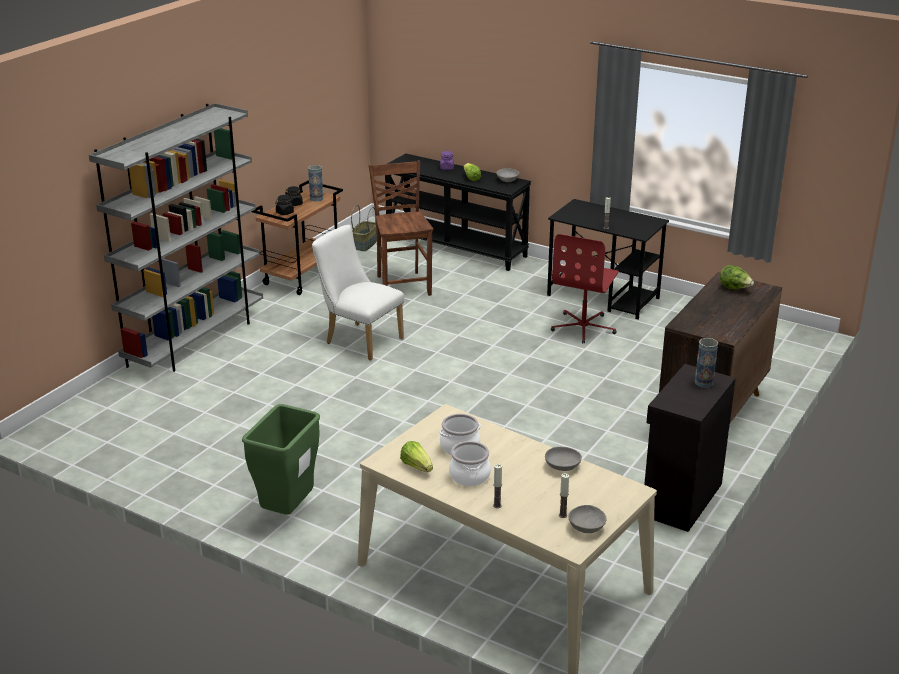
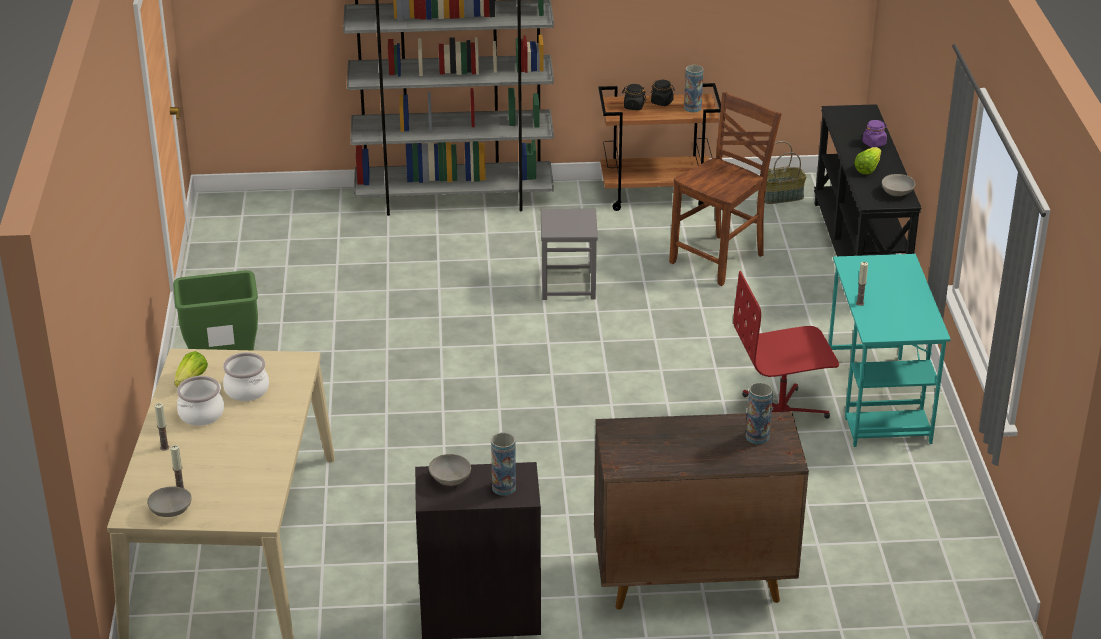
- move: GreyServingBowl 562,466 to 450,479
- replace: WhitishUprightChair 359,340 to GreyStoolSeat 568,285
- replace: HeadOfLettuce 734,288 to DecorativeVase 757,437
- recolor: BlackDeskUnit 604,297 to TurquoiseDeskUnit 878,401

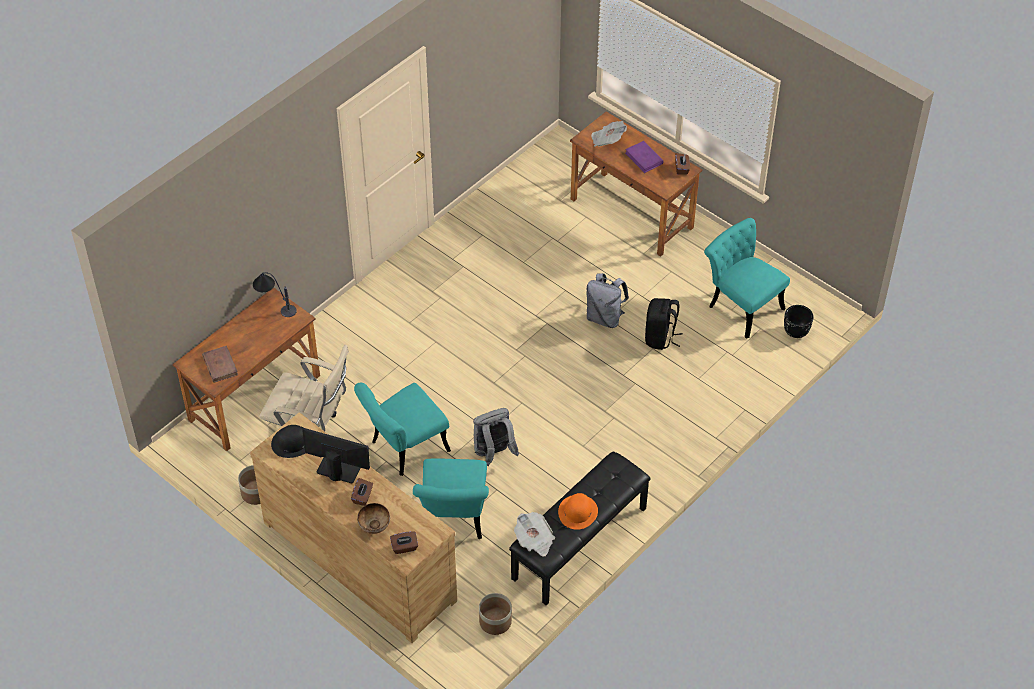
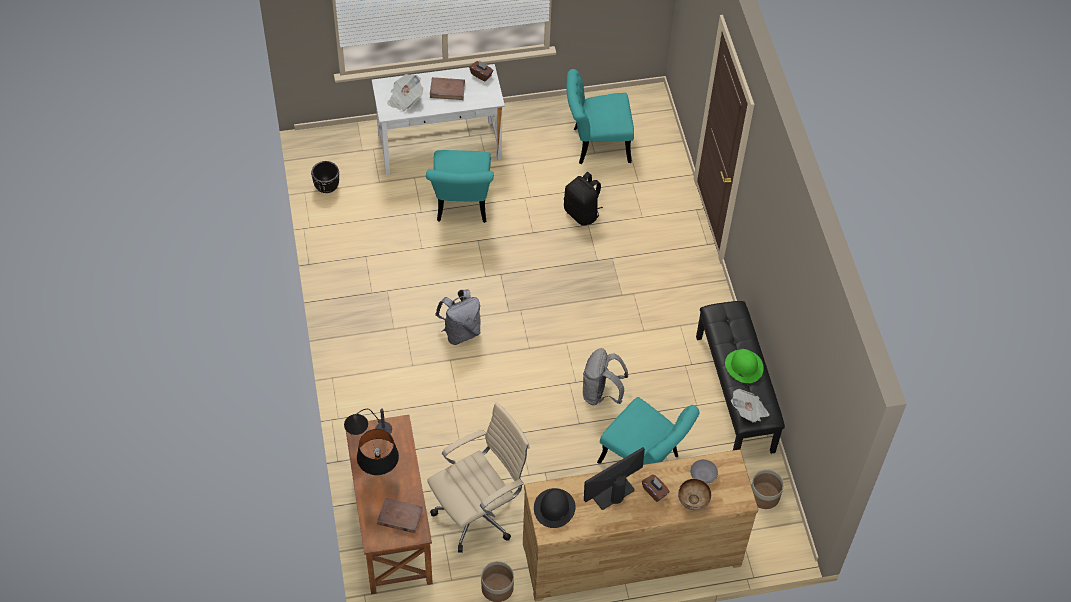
- move: BlackFlowerPot 795,332 to 326,187
- insert: BlackLampForATable 379,470
- recolor: BrownColouredDeskUnit 632,213 to WhitishDeskUnit 439,147
- move: TurquoiseUprightChair 403,448 to 461,206
- recolor: PurpleVolume 644,158 to BrownColouredVolume 447,90
- move: GreyRucksack 605,317 to 460,332
- insert: GreyServingBowl 702,474
- recolor: OrangeyHat 578,511 to GreenHat 743,366
- delete: BrownColouredTissueBox 404,547

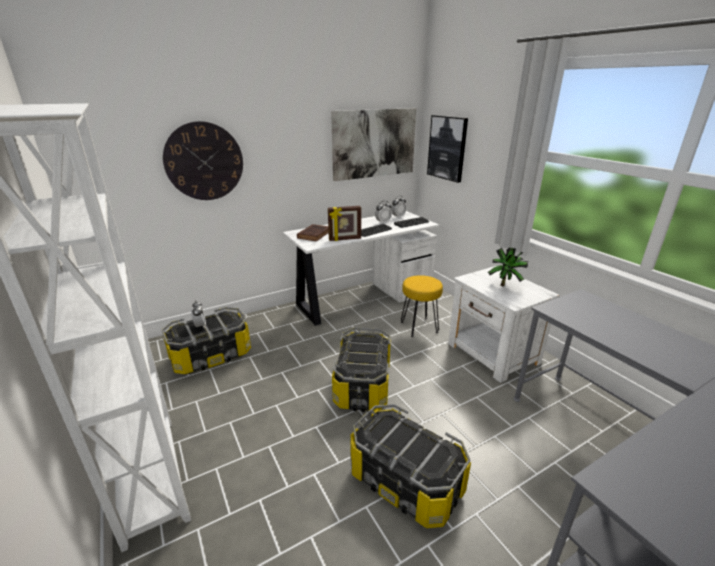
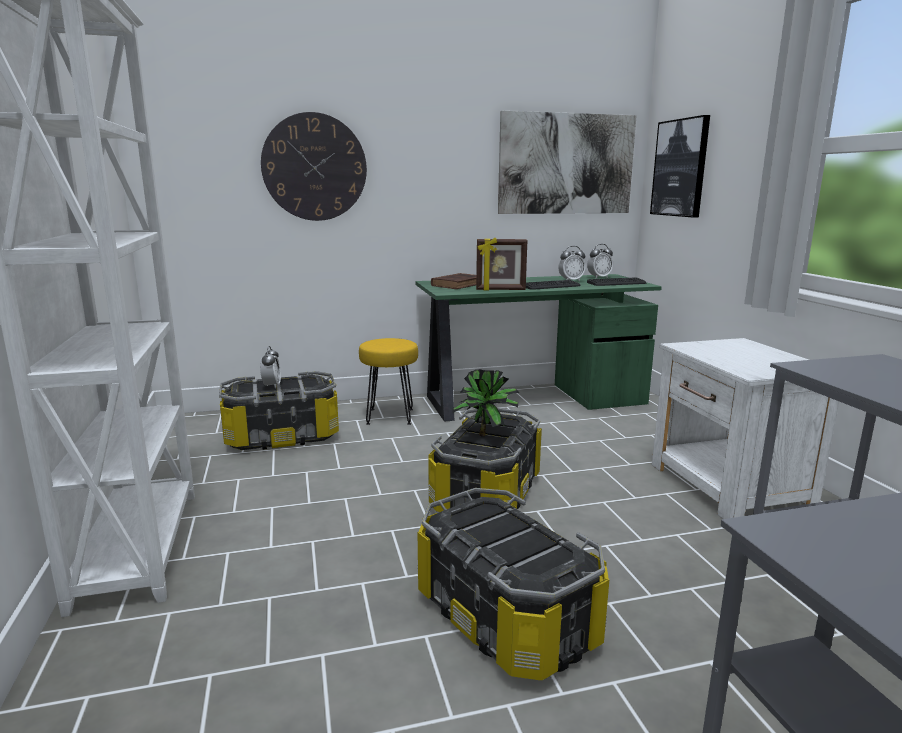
- move: YellowStoolSeat 419,327 to 389,416
- recolor: WhitishDeskUnit 362,298 to GreenDeskUnit 530,399
- move: PlantInAPot 505,285 to 487,435

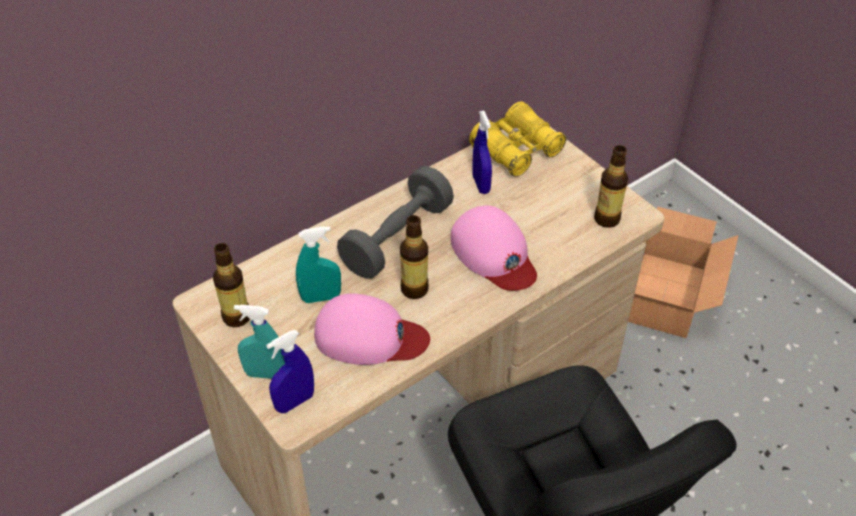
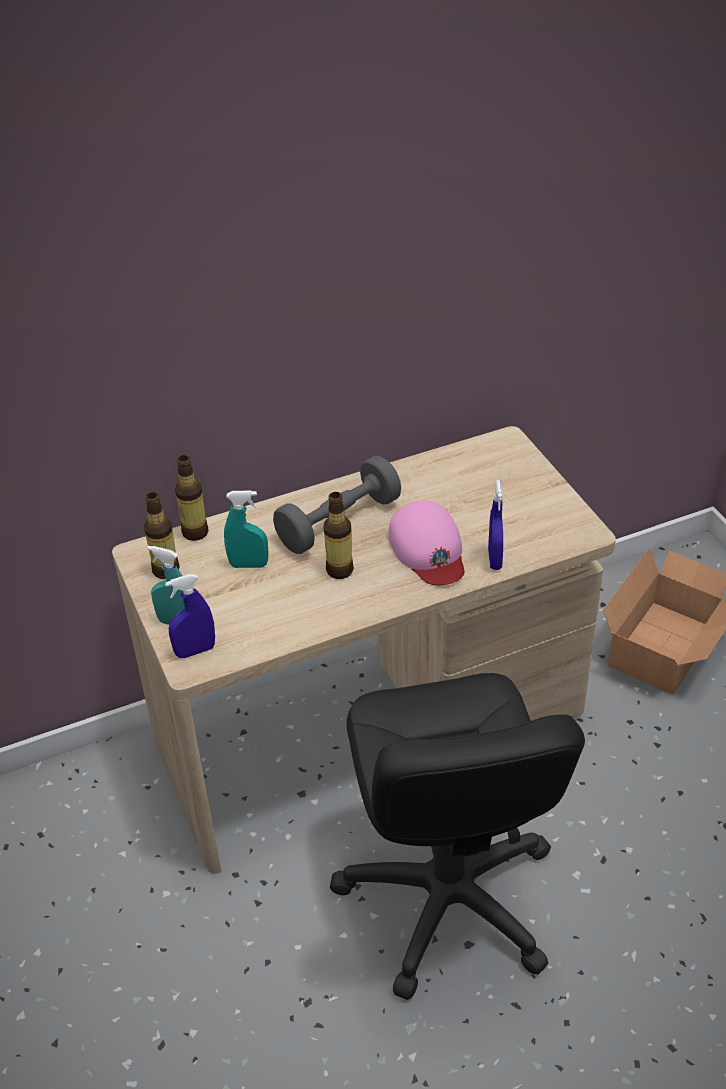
- move: Bottle 607,219 to 195,532
- move: BluishHandSprayer 481,184 to 494,559
- delete: PinkColouredPeakedCap 369,336
- delete: YellowPairOfBinoculars 516,150

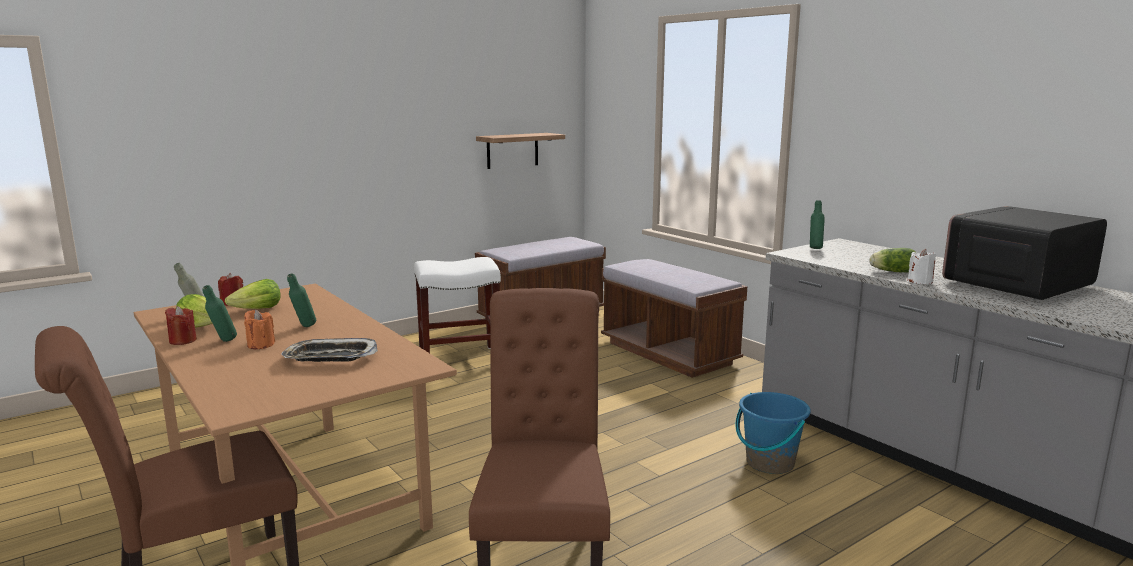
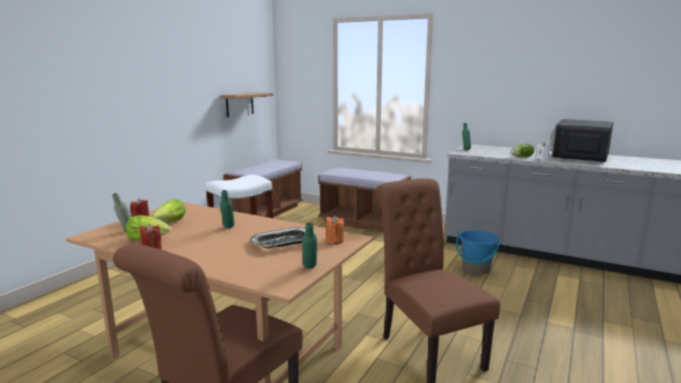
- move: GreenBottle 223,342 to 310,269
- move: OrangeyCandle 260,345 to 334,241

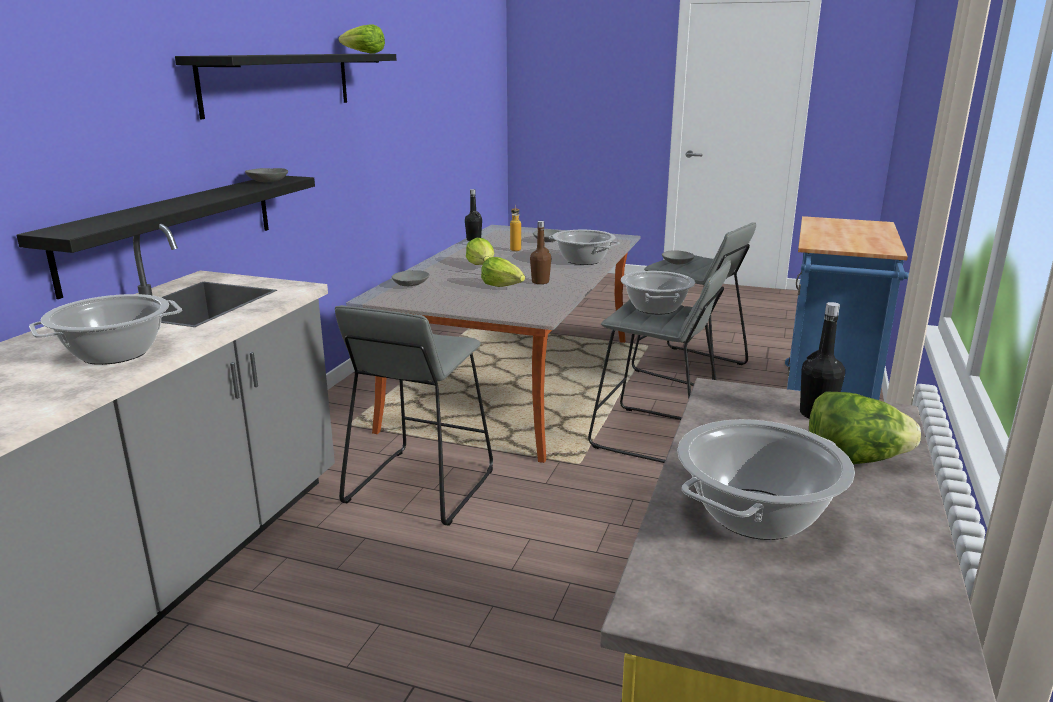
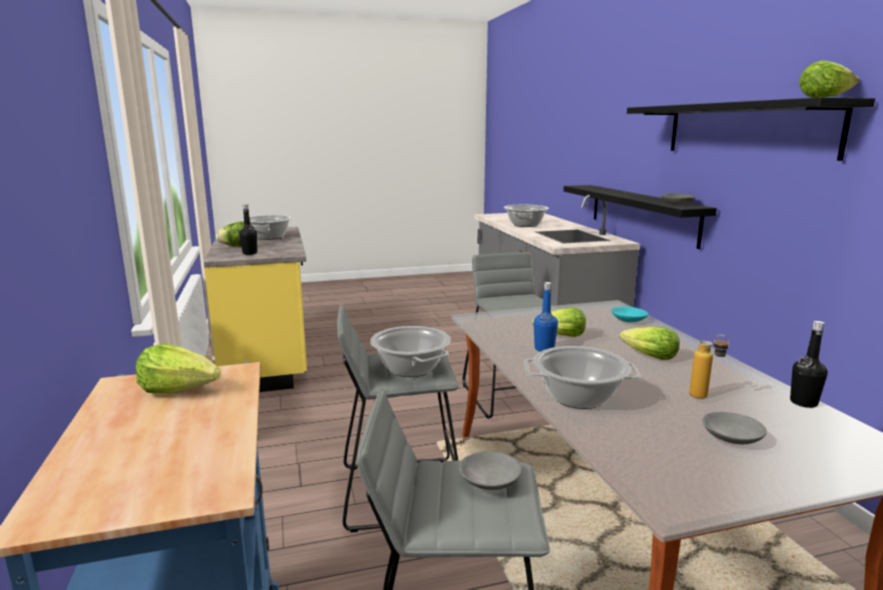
- insert: HeadOfLettuce 180,390
- recolor: BrownColouredBottle 540,282 to BluishBottle 544,349
- recolor: GreyServingBowl 410,284 to TurquoiseServingBowl 628,320

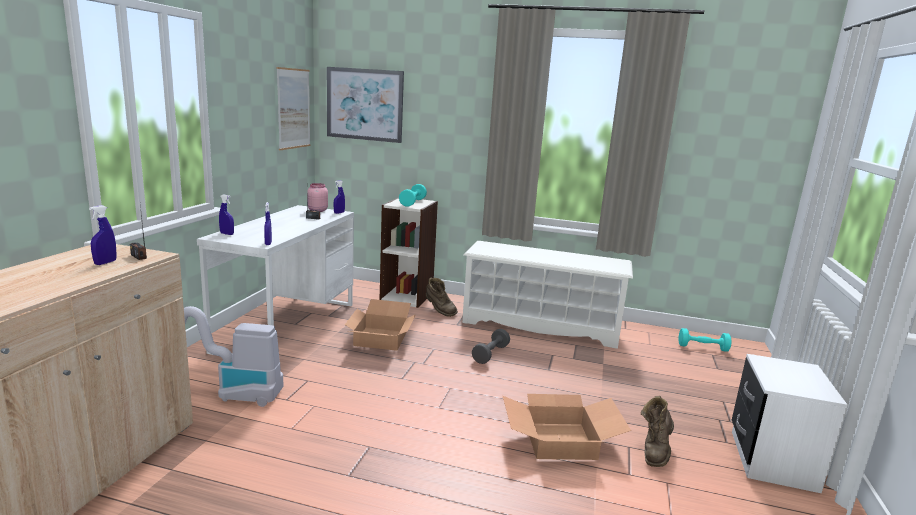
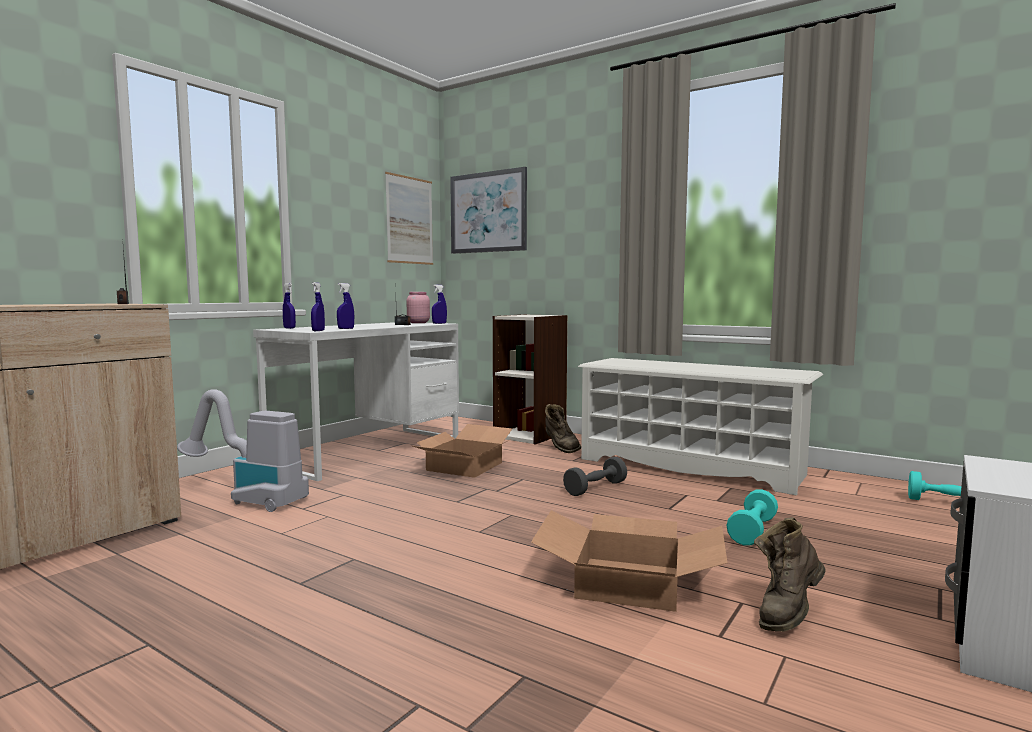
- move: BluishHandSprayer 105,263 to 346,328
- move: TurquoiseFreeWeight 412,202 to 752,531

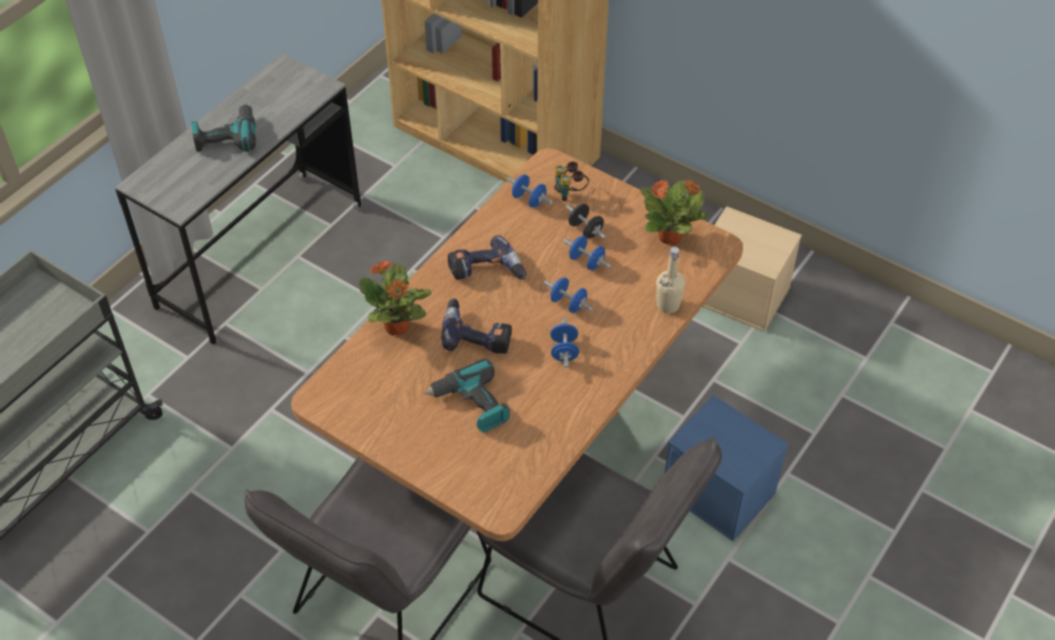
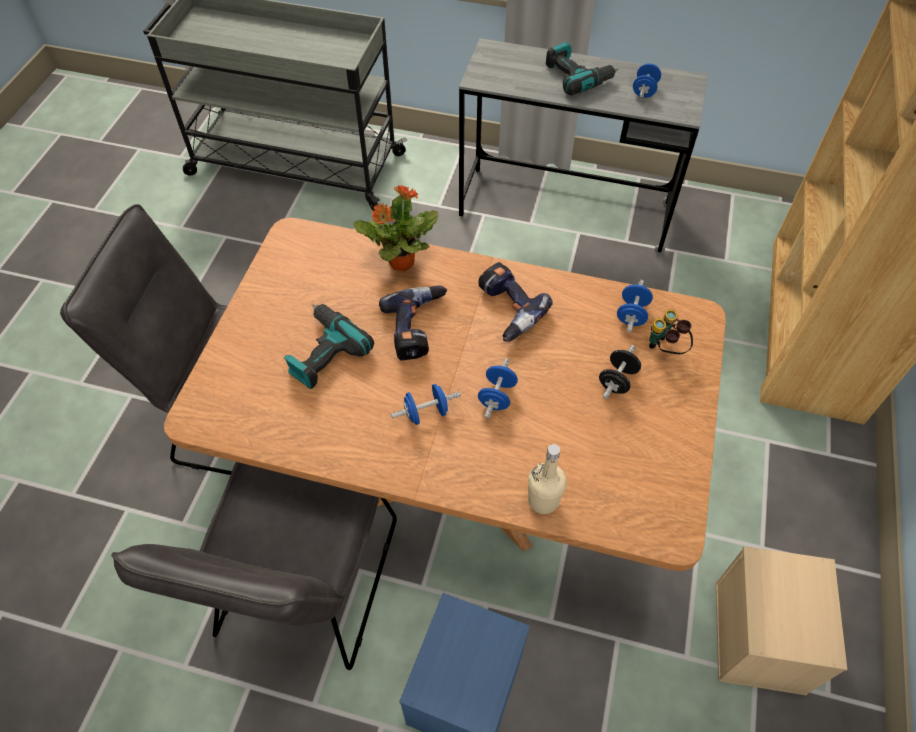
- move: BluishFreeWeight 586,261 to 644,91
- delete: PlantInAPot 671,237

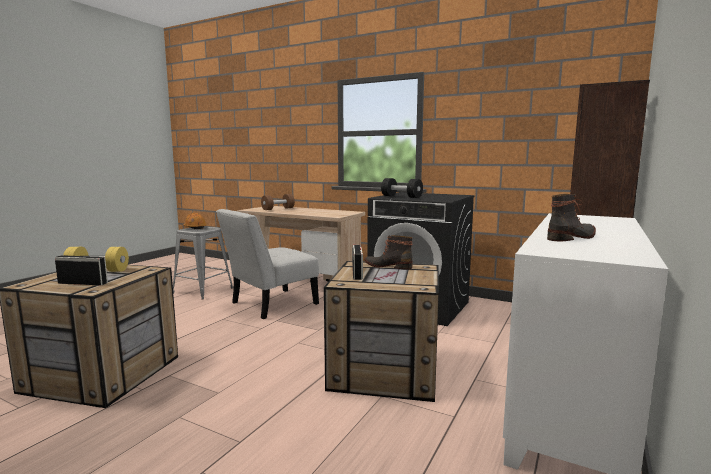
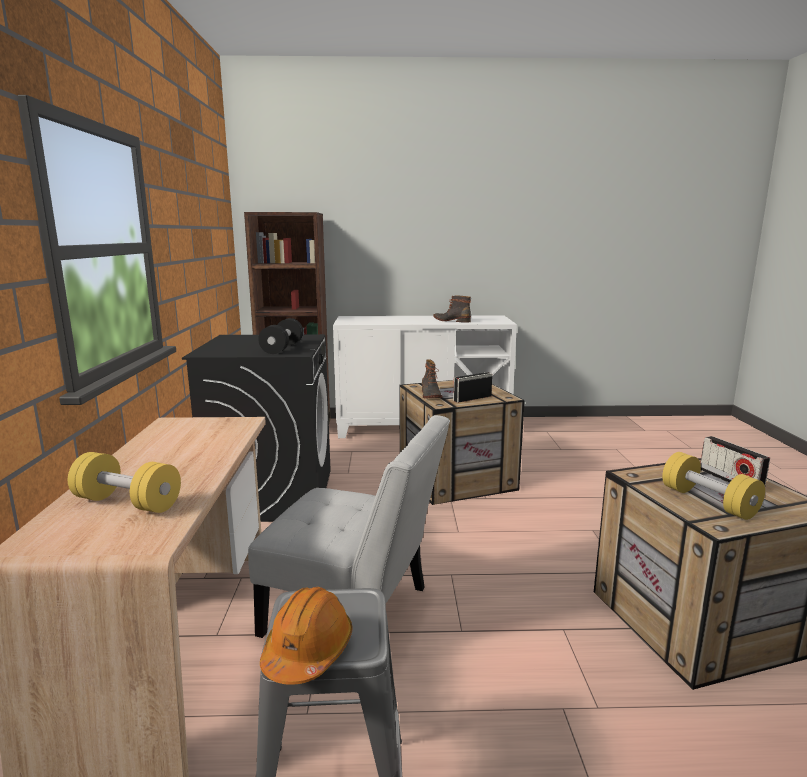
- recolor: BrownColouredFreeWeight 278,209 to YellowFreeWeight 127,503

